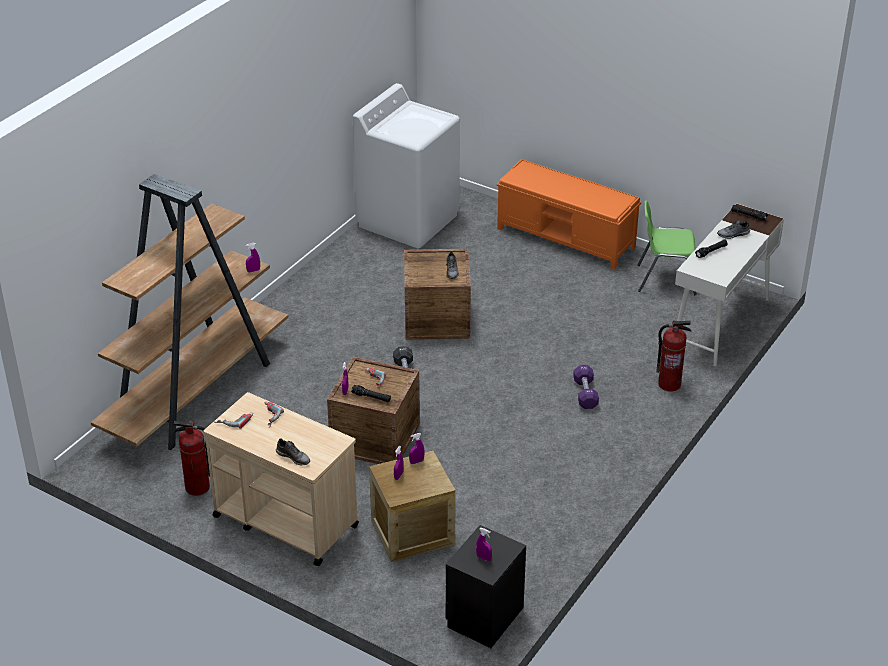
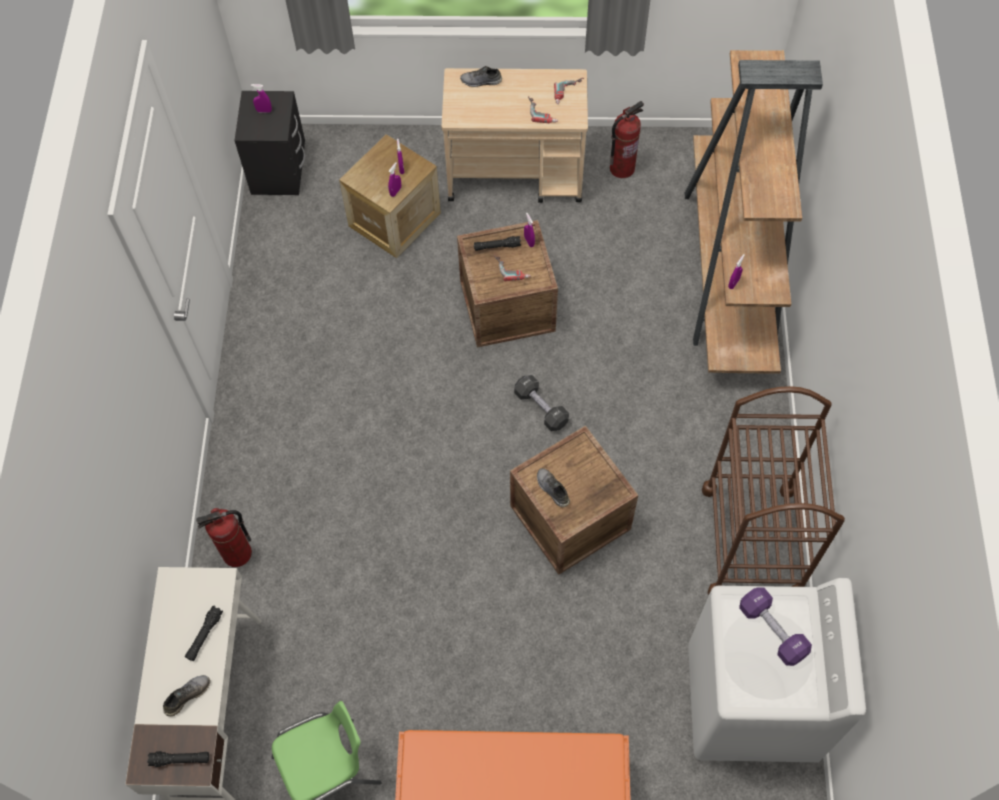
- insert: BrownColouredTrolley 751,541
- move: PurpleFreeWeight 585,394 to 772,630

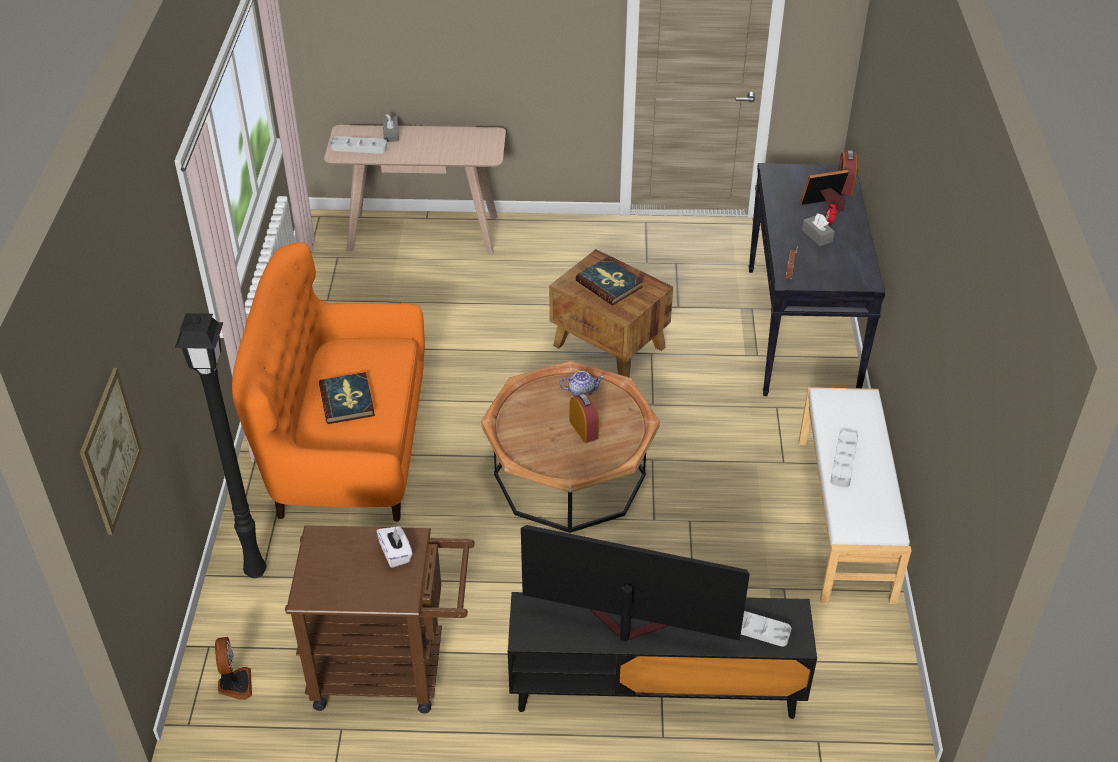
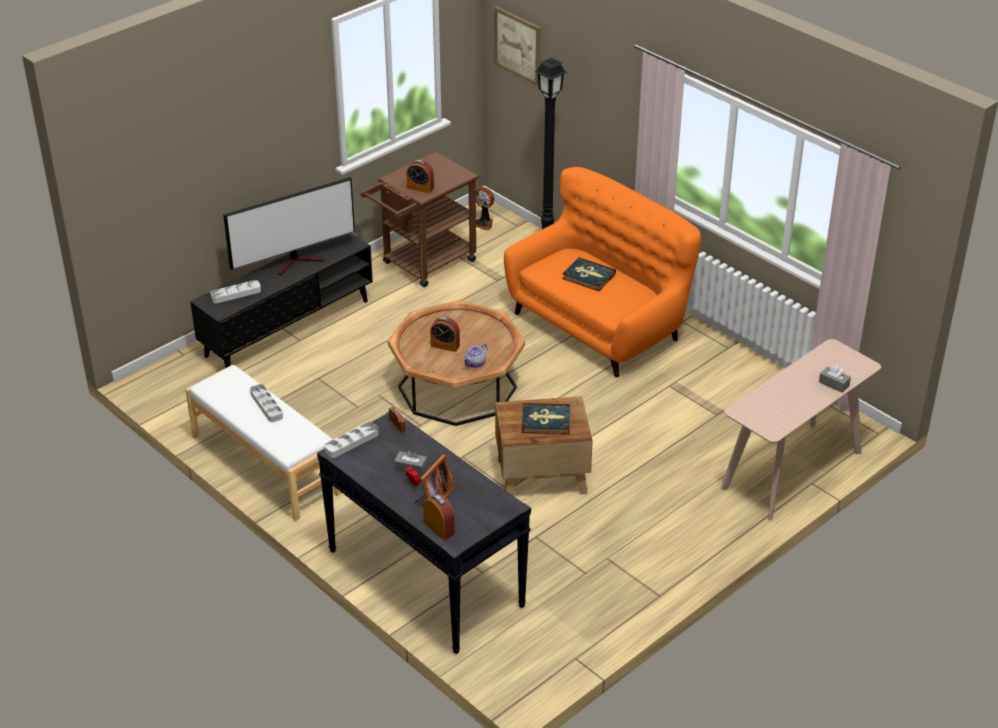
- move: GreyTray 359,148 to 351,442
- replace: WhitishTissueBox 396,554 to TableClock 420,188

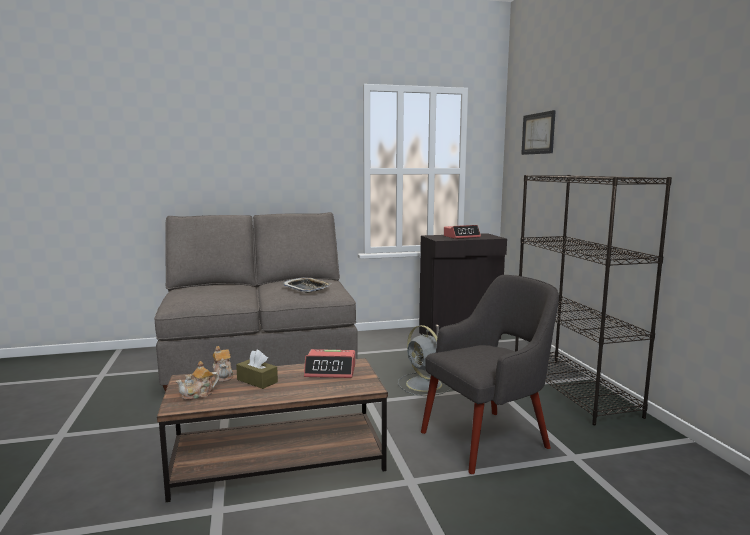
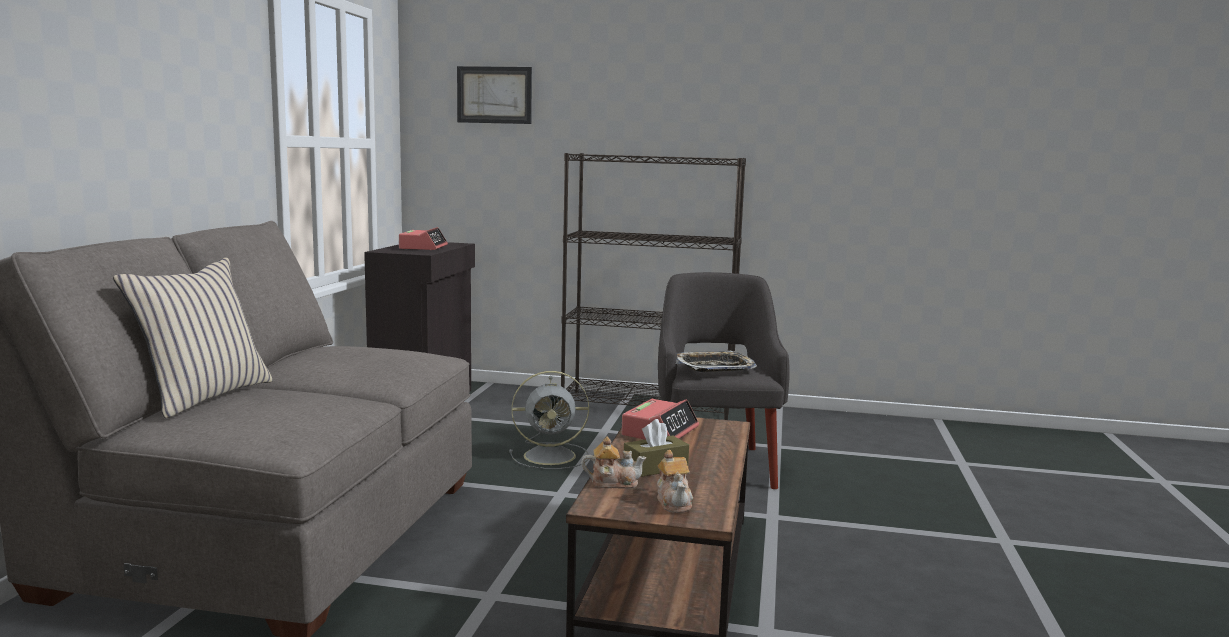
- insert: SandColouredPillow 203,396
- move: Tray 307,288 to 713,367

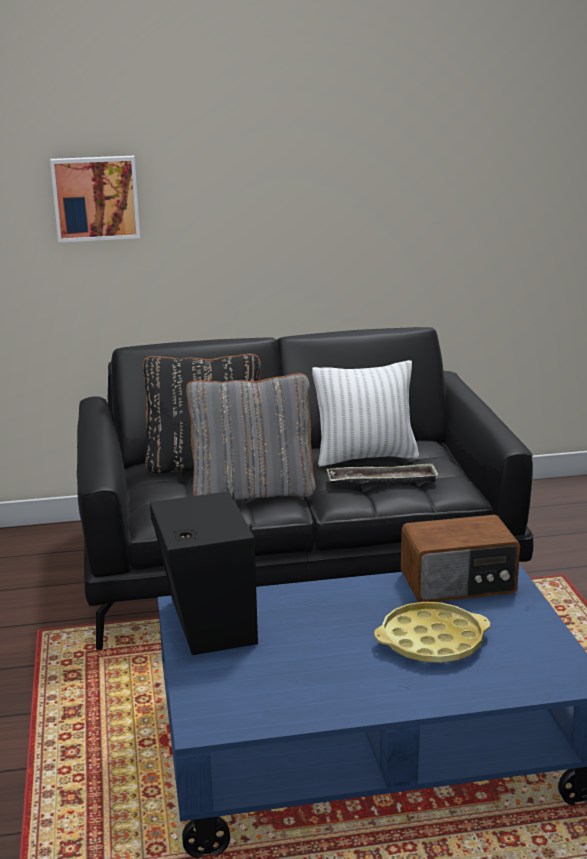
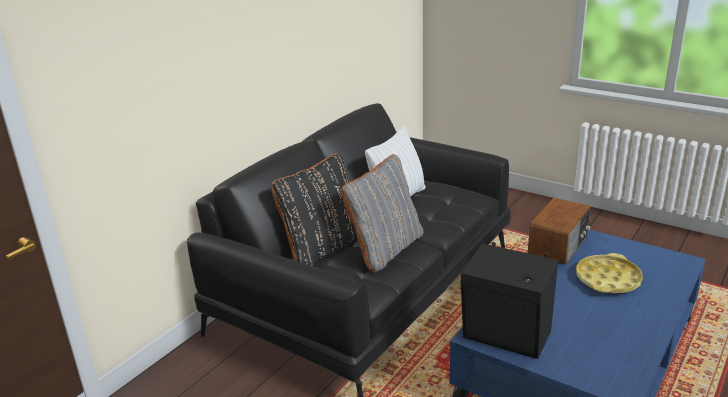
- delete: WallArt 95,198
- delete: Tray 382,480

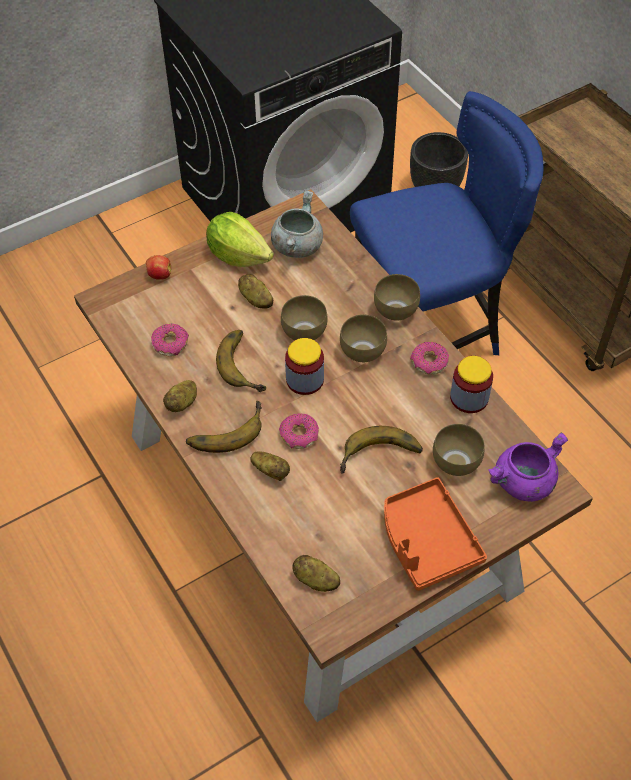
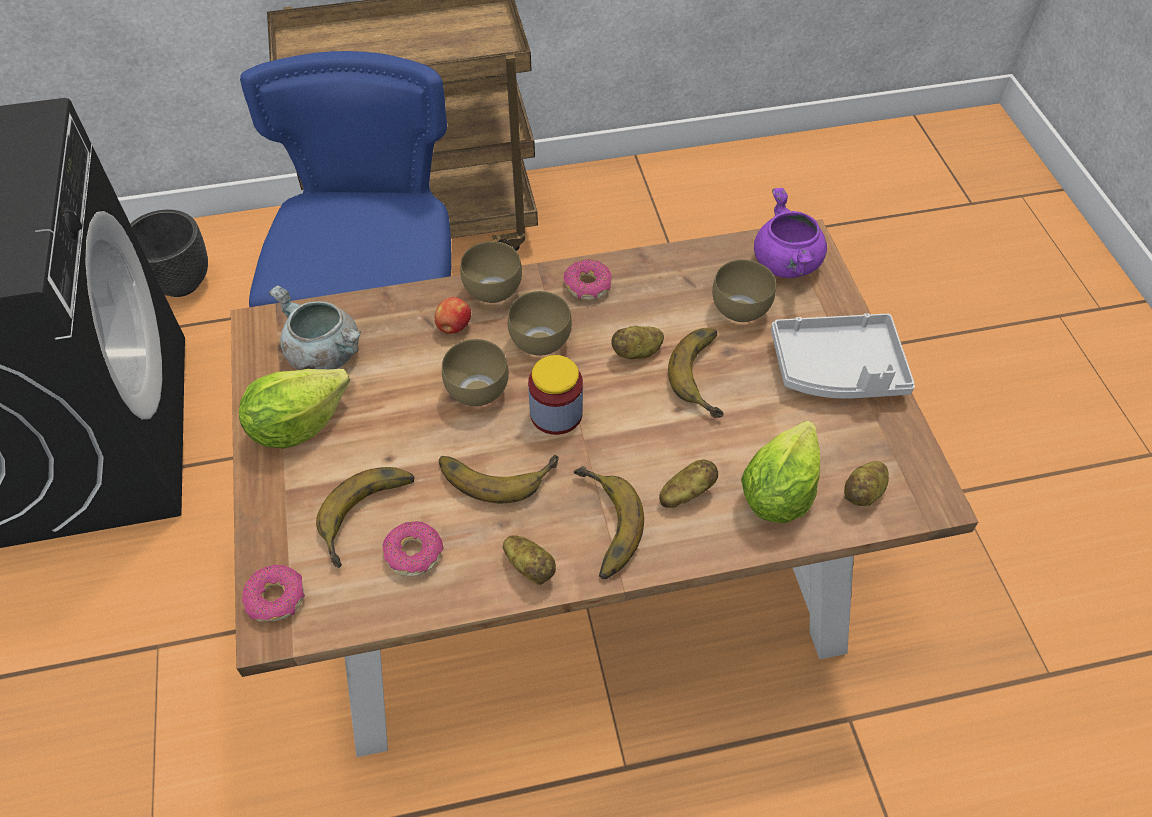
- move: Doughnut 299,435 to 276,599
- insert: BananaFruit 372,518
- move: WholeApple 159,275 to 453,327
- move: WholePotato 255,299 to 637,352
- insert: HeadOfLettuce 777,492
- recolor: OrangeyTray 427,541 to GreyTray 837,369
- delete: Jar 469,398

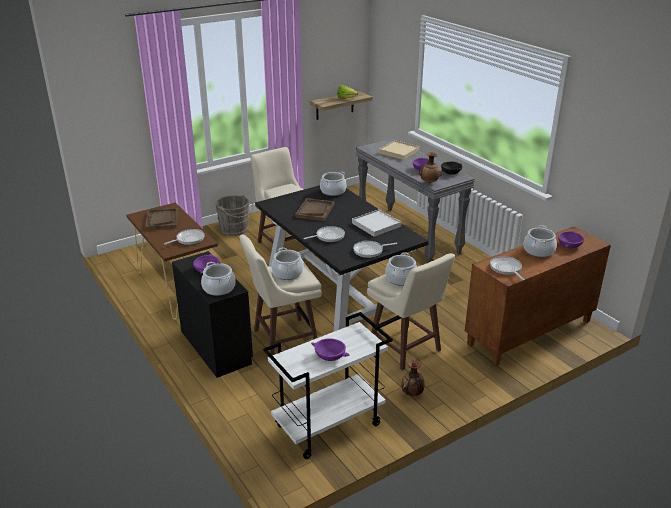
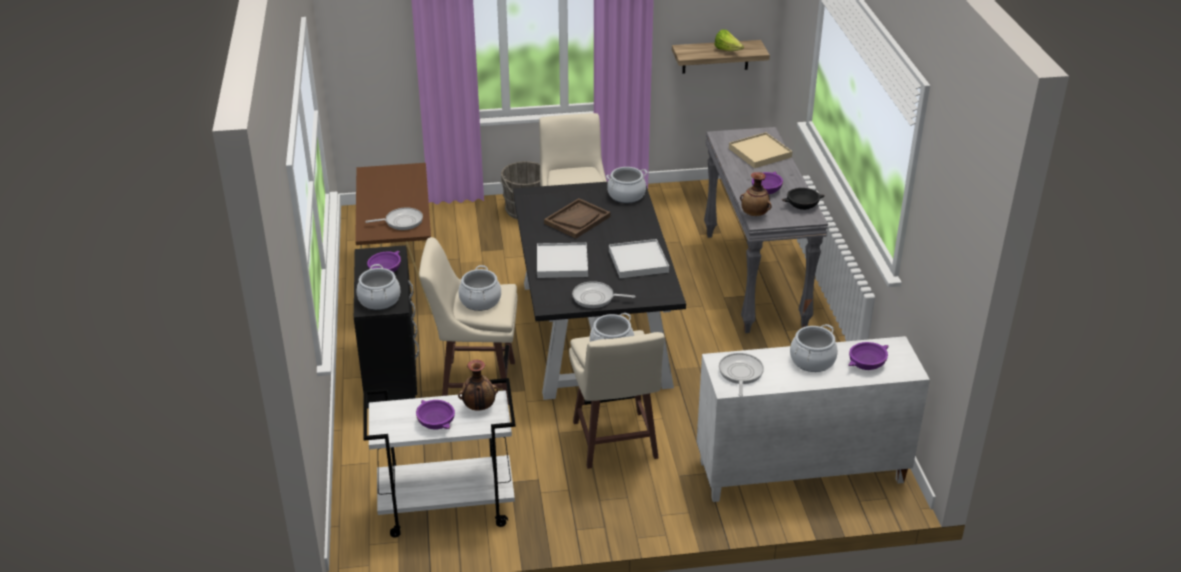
- move: DecorativeVase 412,394 to 479,407
- replace: FryingPan 328,236 to WhitishTray 562,263
- recolor: BrownColouredCabinet 529,333 to WhitishCabinet 800,473
- delete: BrownColouredTray 162,220

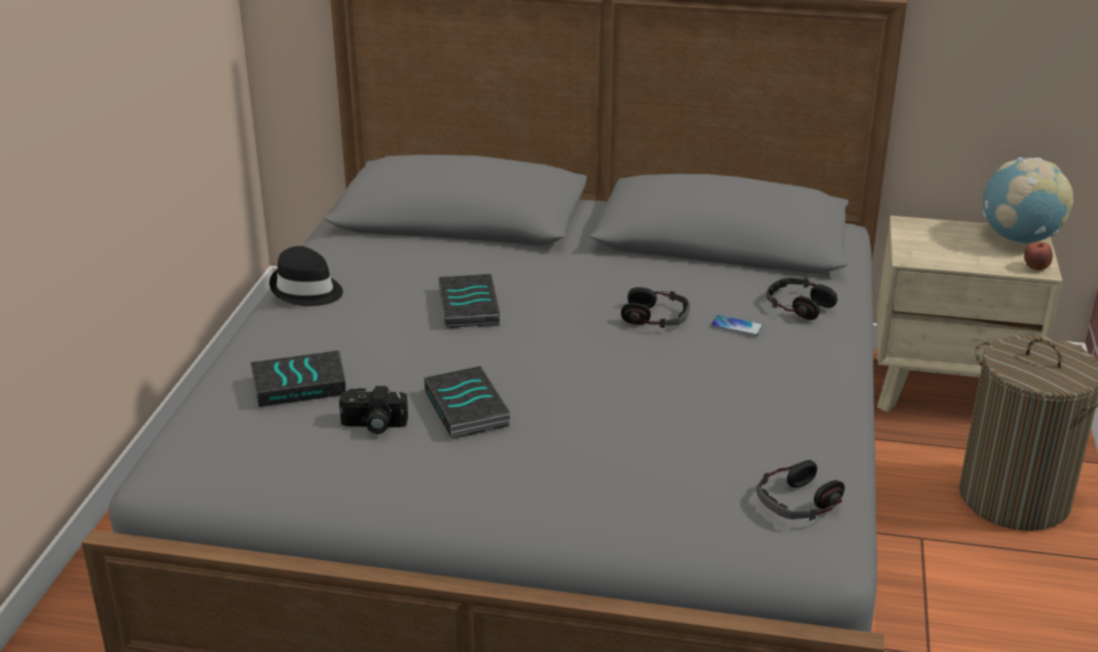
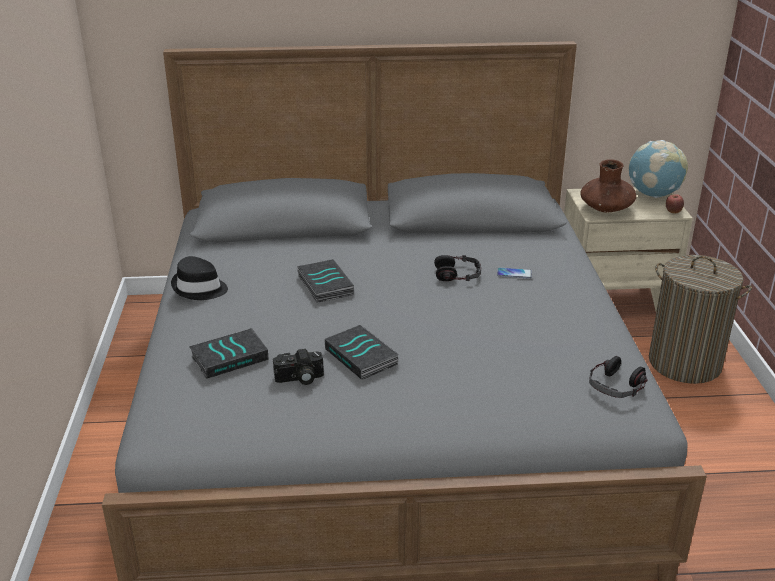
- insert: BrownColouredDecorativeVase 606,208
- delete: Headphones 798,305

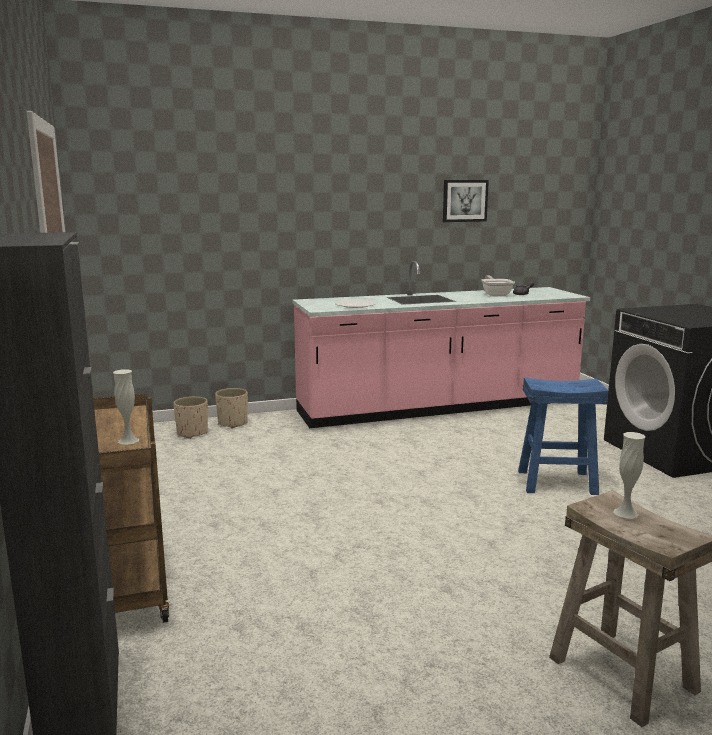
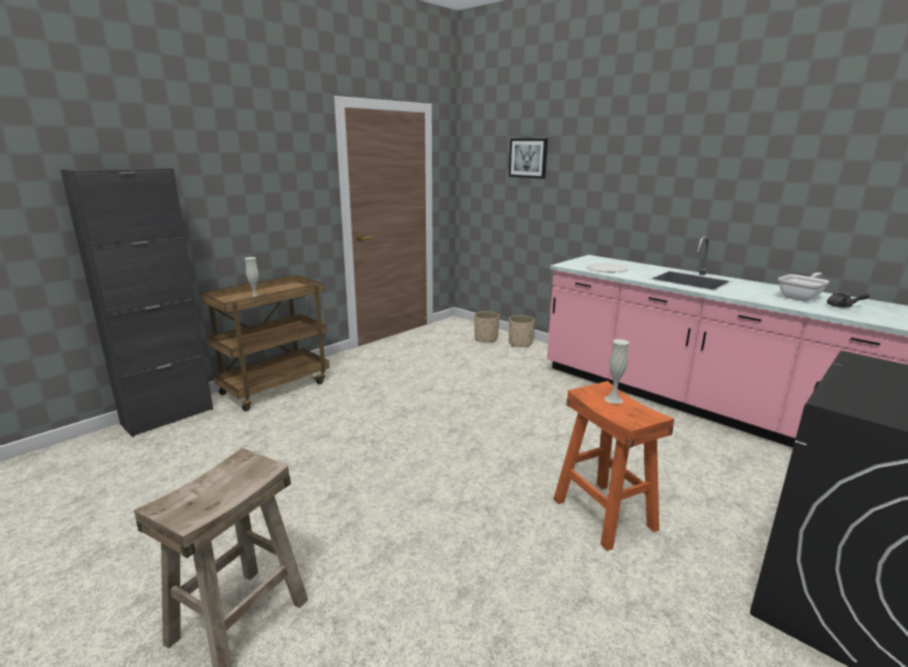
- move: WallArt 464,201 to 528,158
- recolor: BluishStoolSeat 557,482 to OrangeyStoolSeat 605,514
- move: WhitishDecorativeVase 625,513 to 613,399

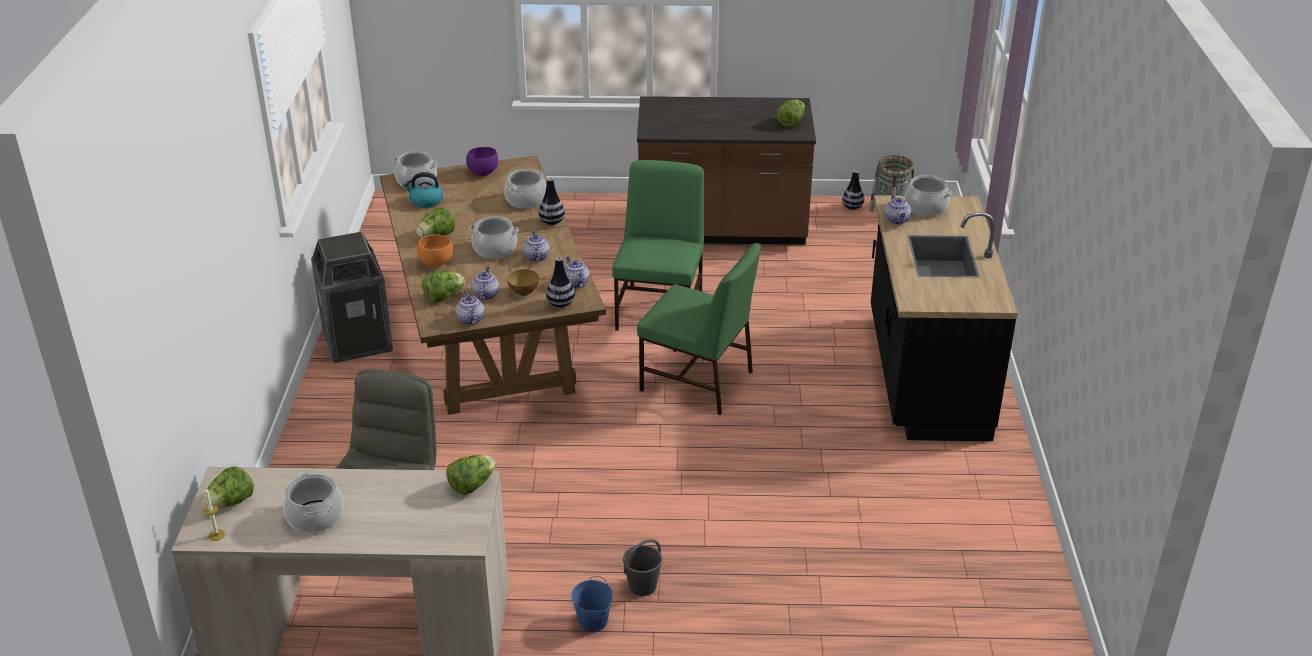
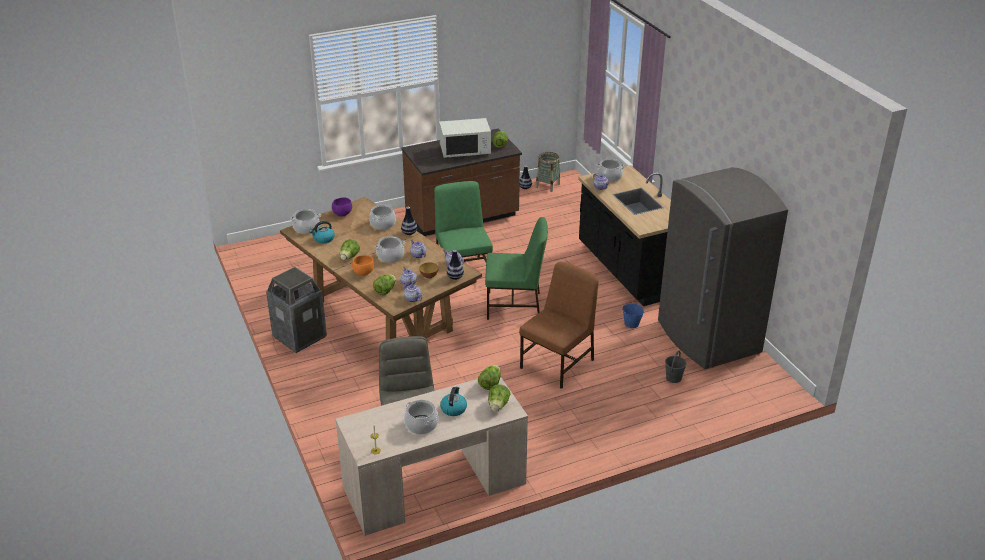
- insert: WhitishMicrowaveOven 465,151
- insert: WaterKettle 453,408
- move: HeadOfLettuce 231,503 to 498,406
- insert: BrownColouredUprightChair 558,363
- move: BluishBucket 593,621 to 632,324
- insert: GreyRefrigerator 707,338
- move: GreyBucket 642,586 to 673,378

